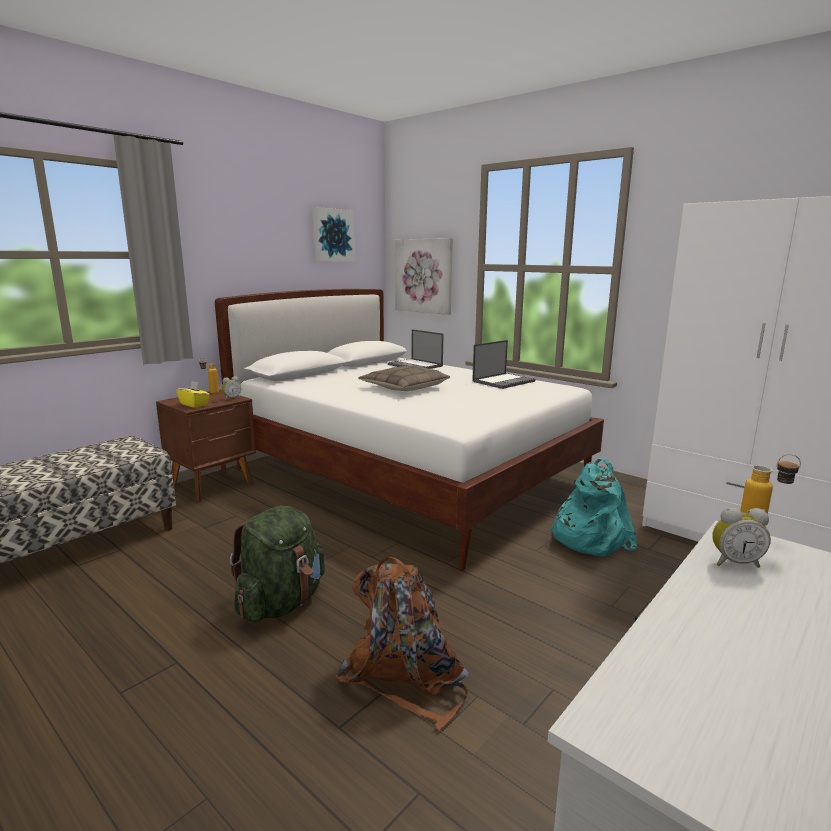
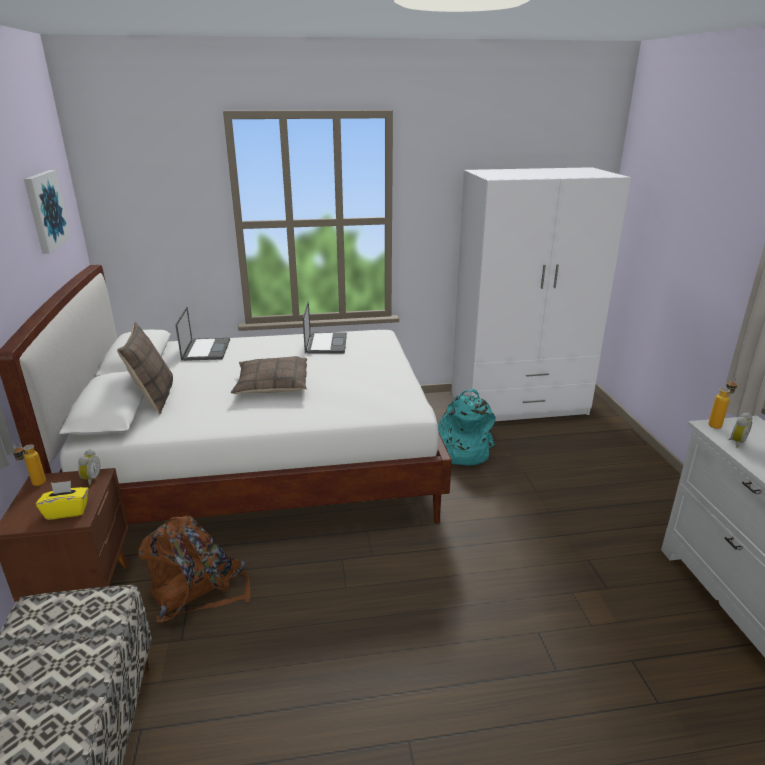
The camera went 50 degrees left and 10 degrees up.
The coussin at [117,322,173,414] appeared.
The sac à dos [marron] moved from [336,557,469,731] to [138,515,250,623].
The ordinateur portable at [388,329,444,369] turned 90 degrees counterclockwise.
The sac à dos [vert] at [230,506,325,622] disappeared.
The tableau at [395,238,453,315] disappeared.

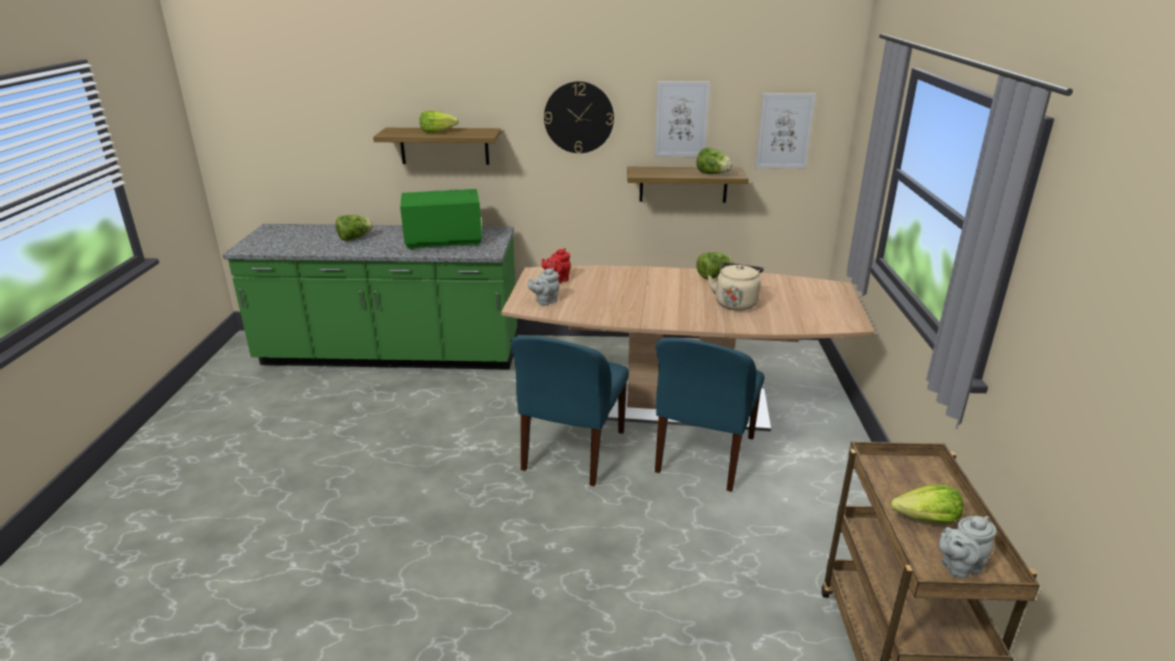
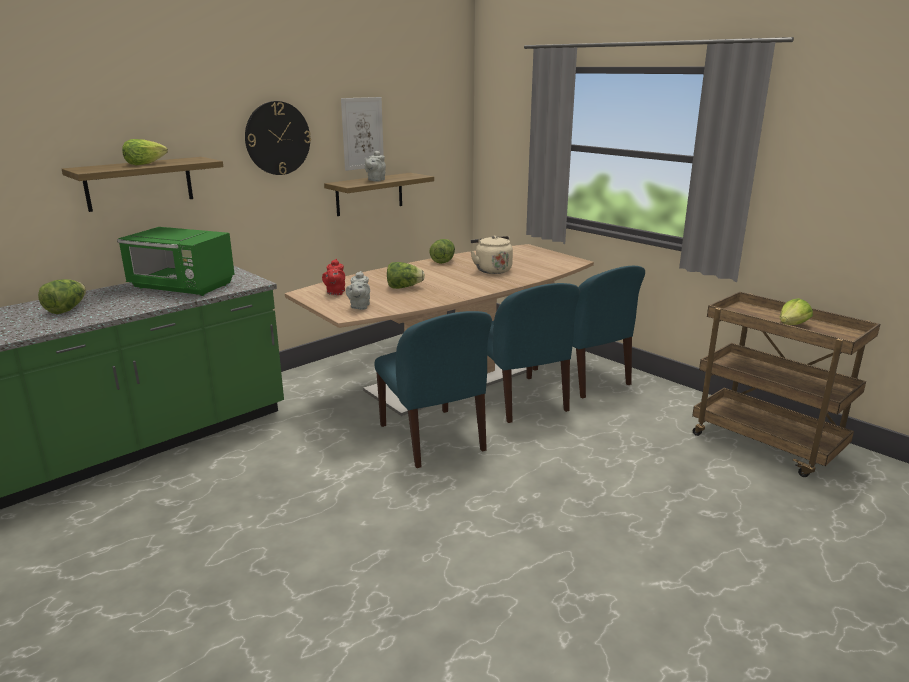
The camera went 45 degrees left and 5 degrees down.
The micro-ondes [vert] at [400,189,482,249] turned 105 degrees counterclockwise.
The théière [gris] moved from [939,516,997,579] to [365,151,386,182].
The laitue moved from [696,147,733,174] to [387,262,425,289].
The chaise [bleu] at [533,266,645,398] appeared.
The tableau at [755,93,816,169] disappeared.

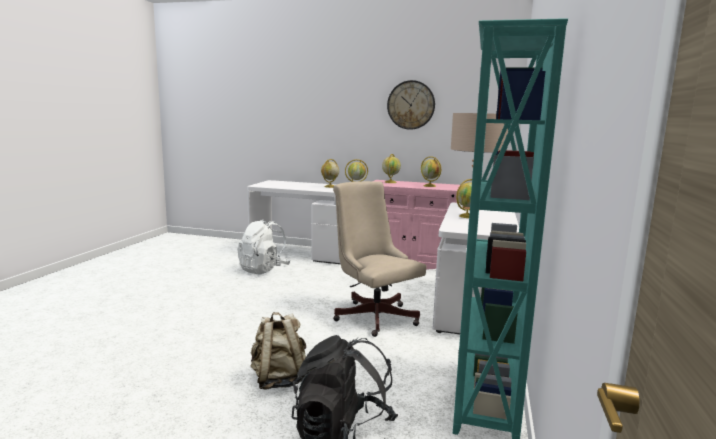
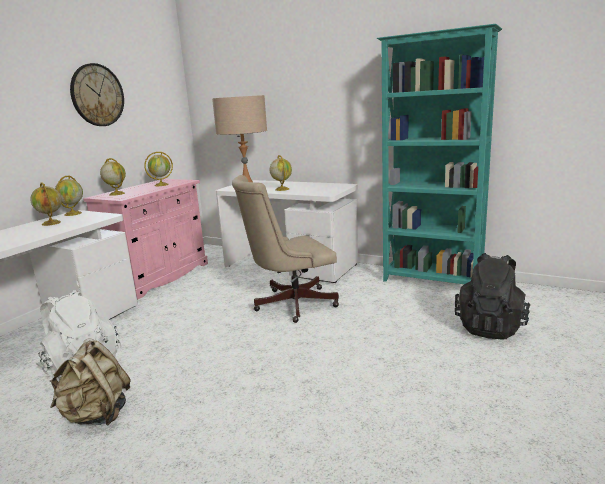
The camera went 75 degrees left and 5 degrees up.
The sac à dos [beige] moved from [251,312,306,390] to [50,339,131,425].

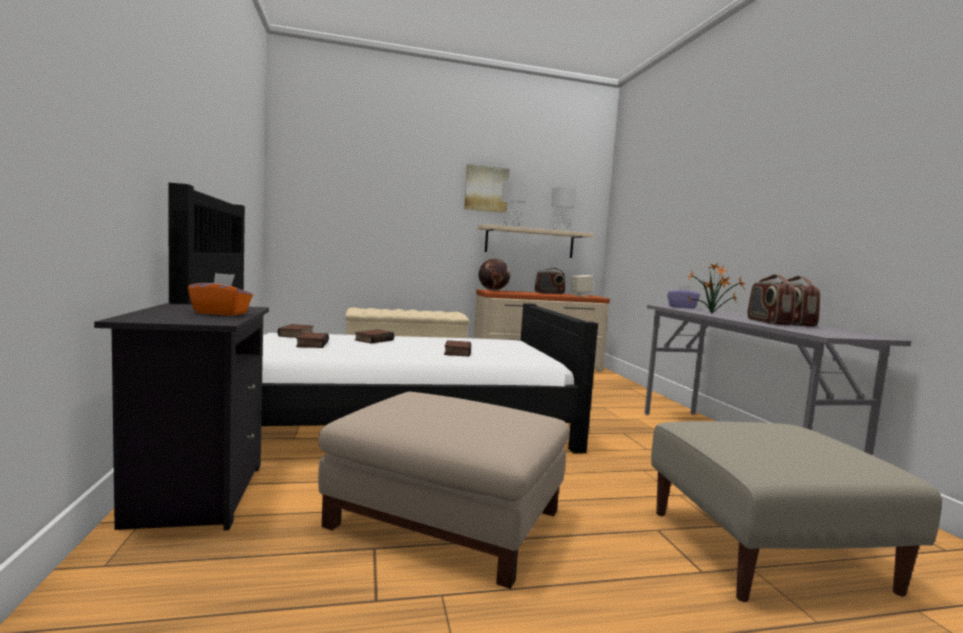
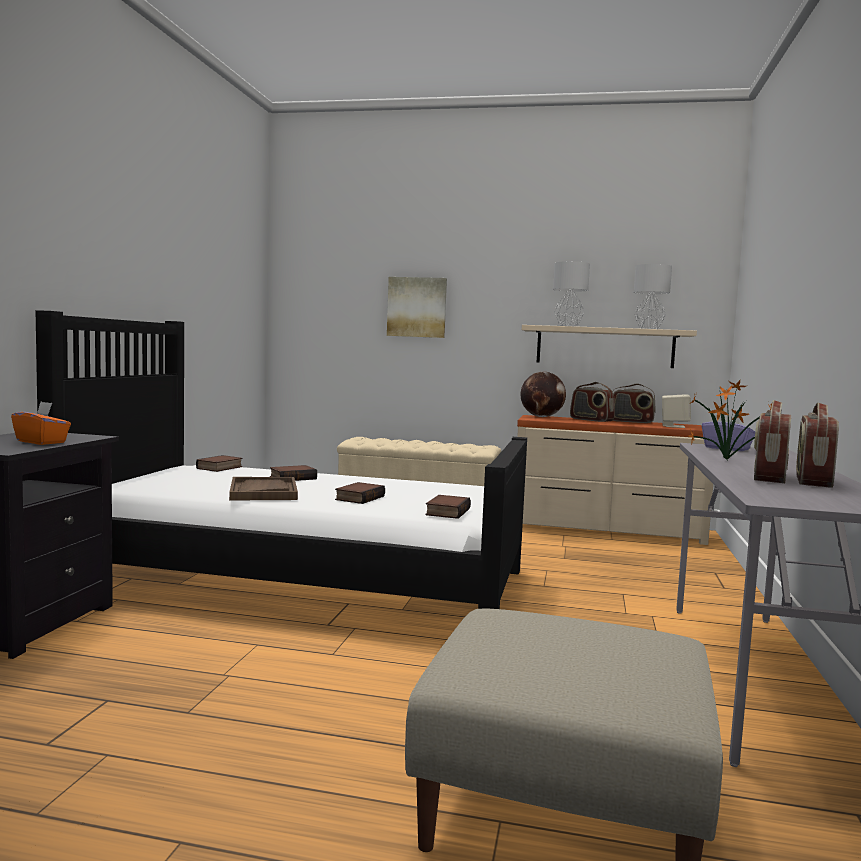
The camera went 25 degrees right and 0 degrees up.
The plateau [marron] at [229,477,298,501] appeared.
The tableau moved from [464,164,510,213] to [387,277,447,338].
The livre moved from [296,332,329,348] to [425,495,471,519].
The radio at [570,382,615,422] appeared.
The pouf [beige] at [318,392,569,589] disappeared.

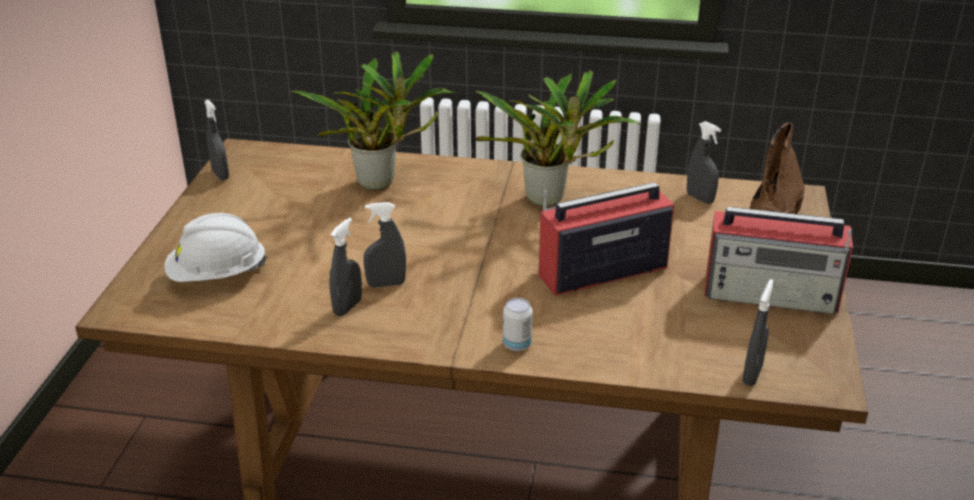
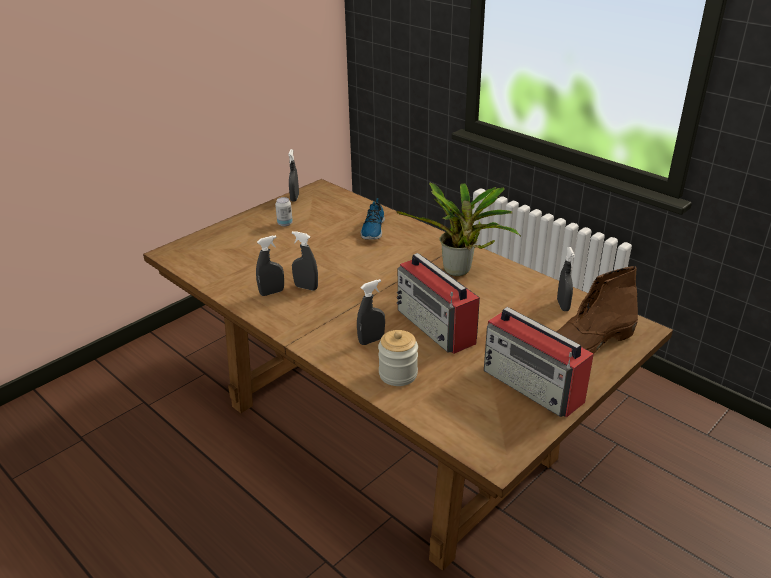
The camera went 35 degrees right and 0 degrees up.
The boîte métallique moved from [503,298,533,351] to [275,197,293,226].
The vaporisateur [gris] moved from [742,279,774,386] to [357,279,385,345].
The plante en pot at [291,52,457,190] was replaced by the chaussure at [361,198,385,240].
The bocal at [378,330,418,386] appeared.
The radio at [538,182,674,296] turned 135 degrees counterclockwise.
The casque de chantier [blanc] at [164,213,267,282] disappeared.

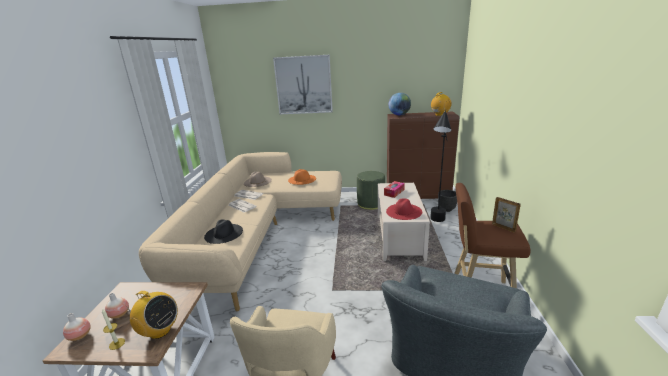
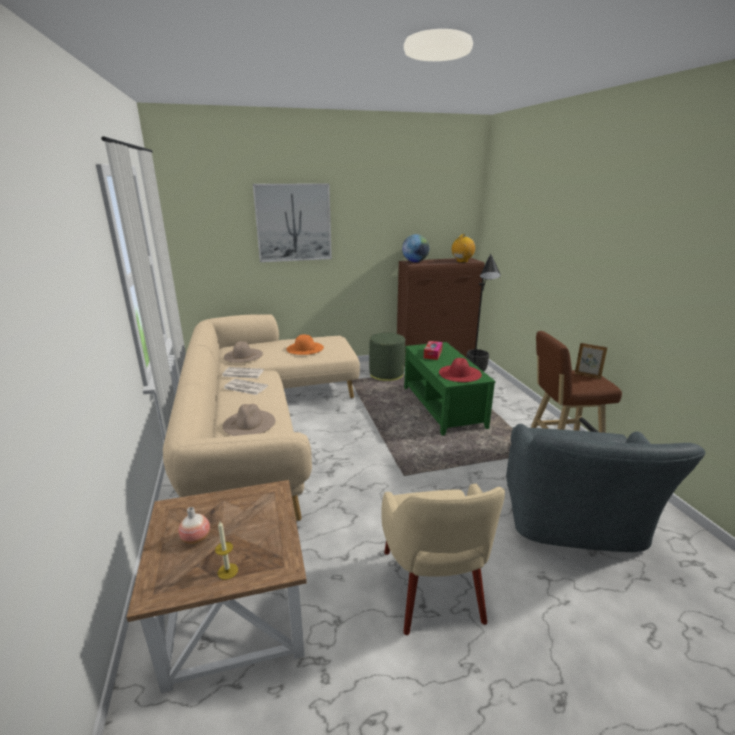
The camera went 20 degrees left and 0 degrees up.
The chapeau [noir] at [204,220,243,244] became the chapeau [beige] at [223,404,275,436].
The table basse [beige] at [378,183,430,261] became the table basse [vert] at [404,342,496,436].
The vase at [63,313,91,341] disappeared.
The radio at [126,291,178,339] disappeared.

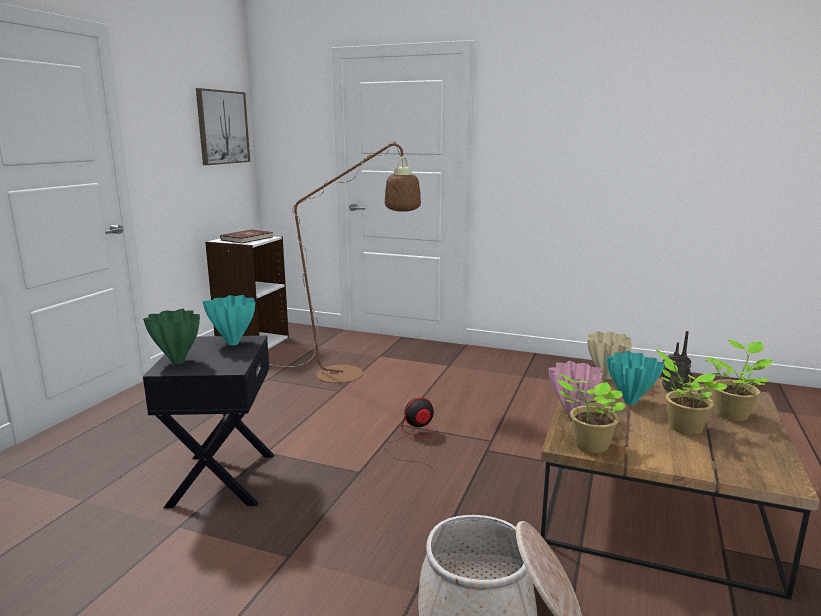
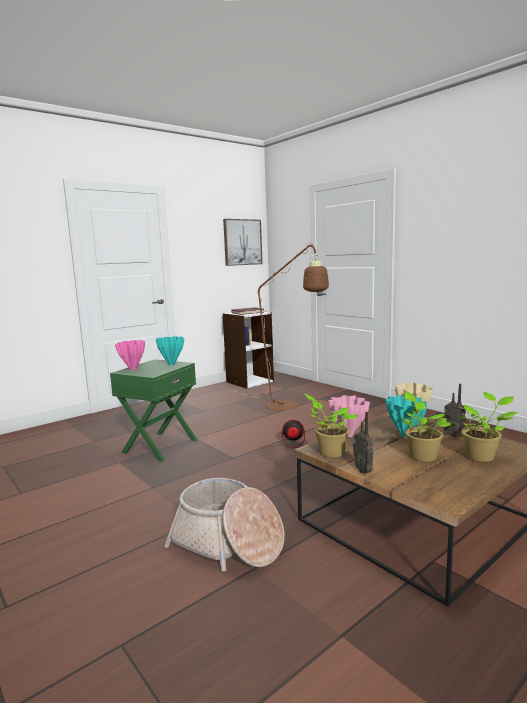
The camera went 30 degrees right and 5 degrees down.
The table d'appoint [noir] at [143,336,274,508] became the table d'appoint [vert] at [110,359,197,462].
The vase [vert] at [143,309,200,364] became the vase [rose] at [115,340,145,370].
The radio at [353,412,376,474] appeared.

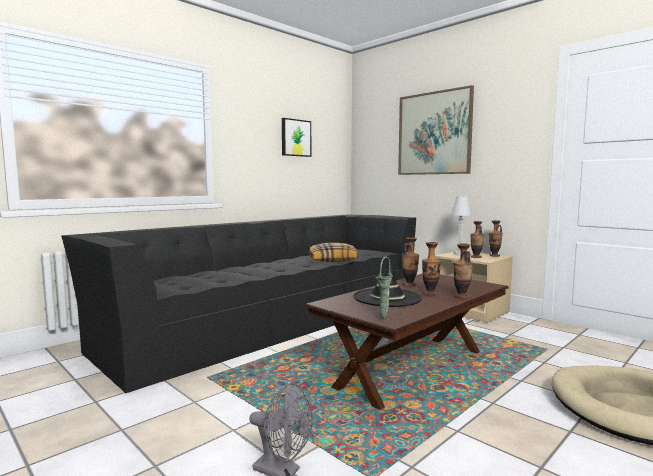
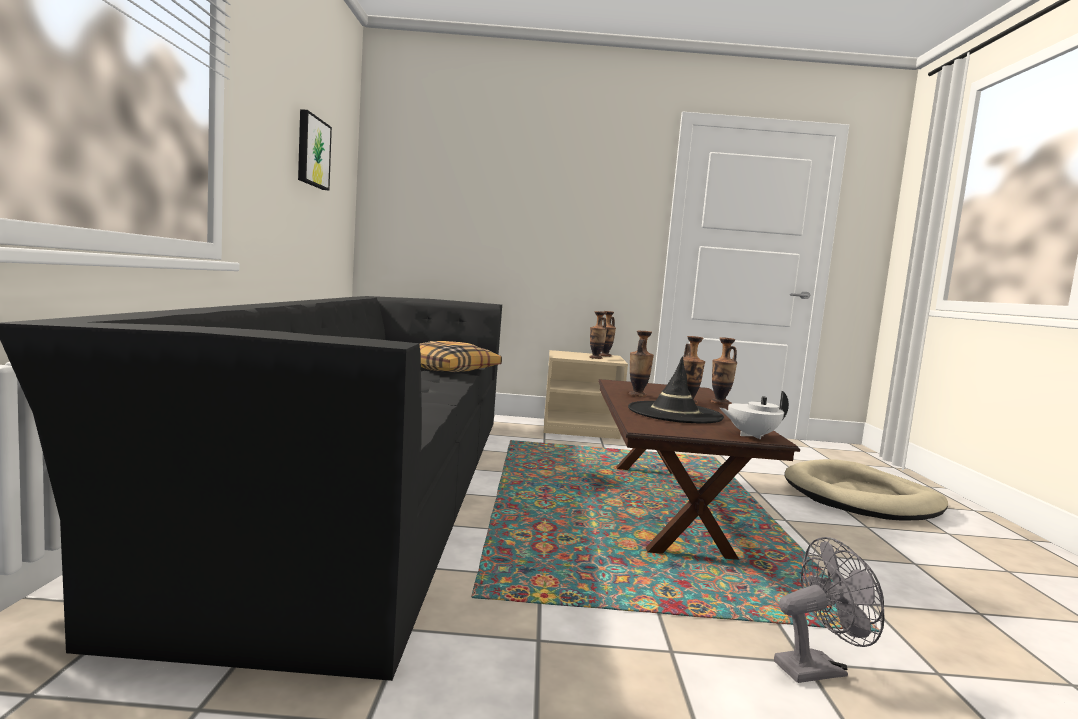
The camera went 45 degrees left and 0 degrees up.
The vase [vert] at [376,257,393,319] was replaced by the théière [blanc] at [720,391,789,439].
The tableau at [398,85,474,175] disappeared.
The lampe de table [blanc] at [451,196,472,255] disappeared.

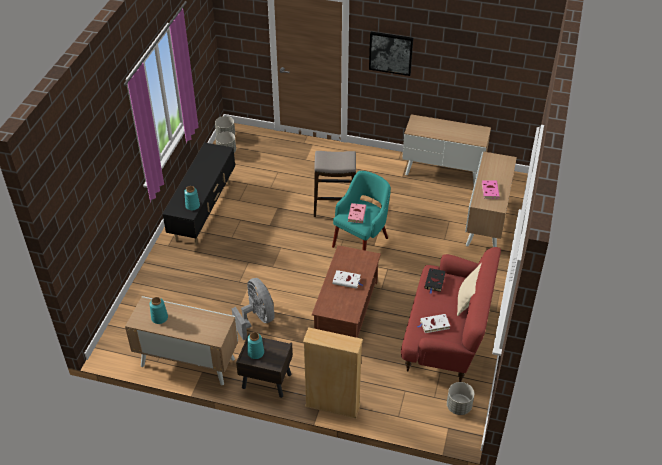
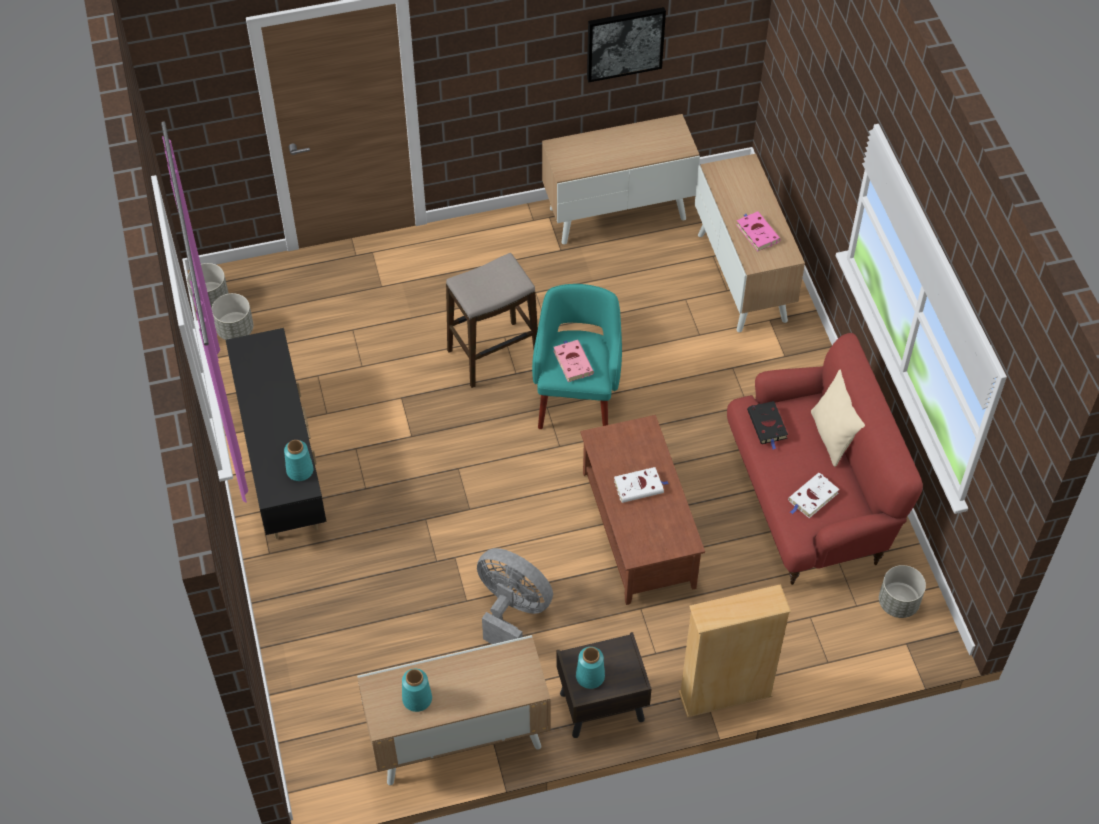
The camera went 30 degrees left and 10 degrees up.
The tableau moved from [369,32,413,76] to [587,7,666,83].

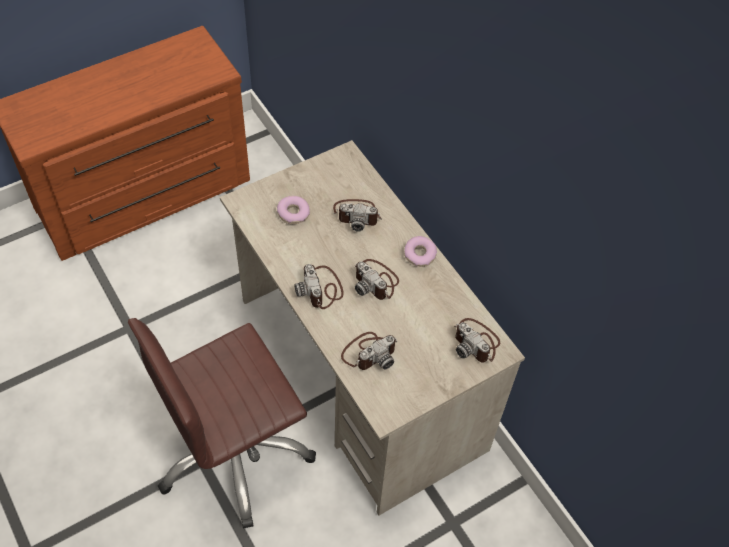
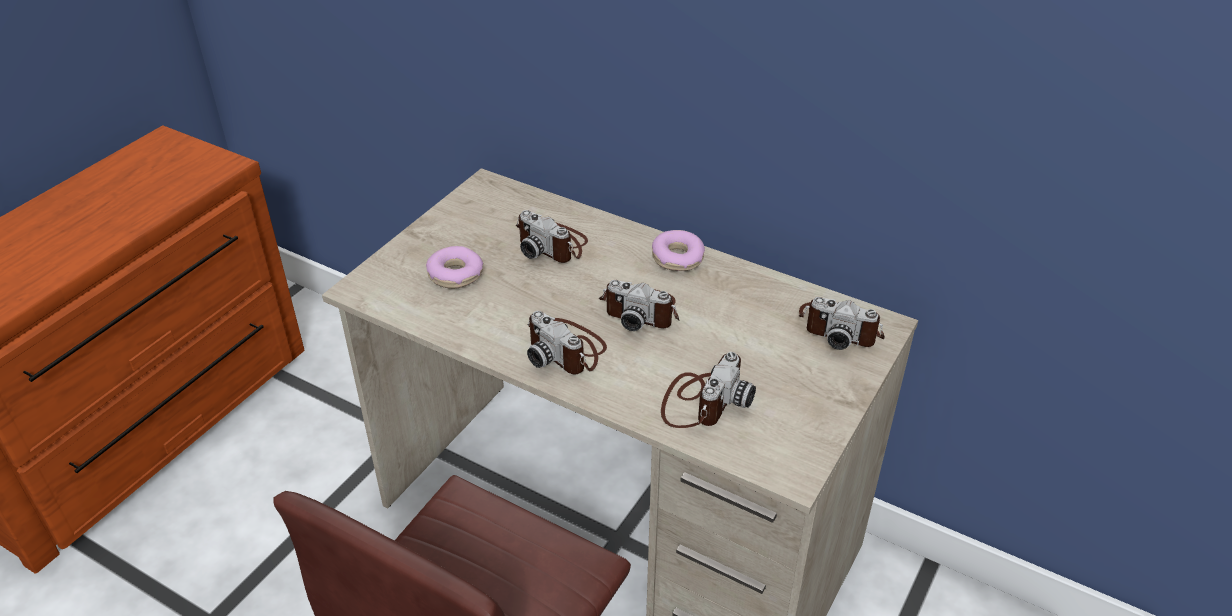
The camera went 25 degrees left and 15 degrees down.
The appareil photo at [333,199,382,232] turned 60 degrees clockwise.

